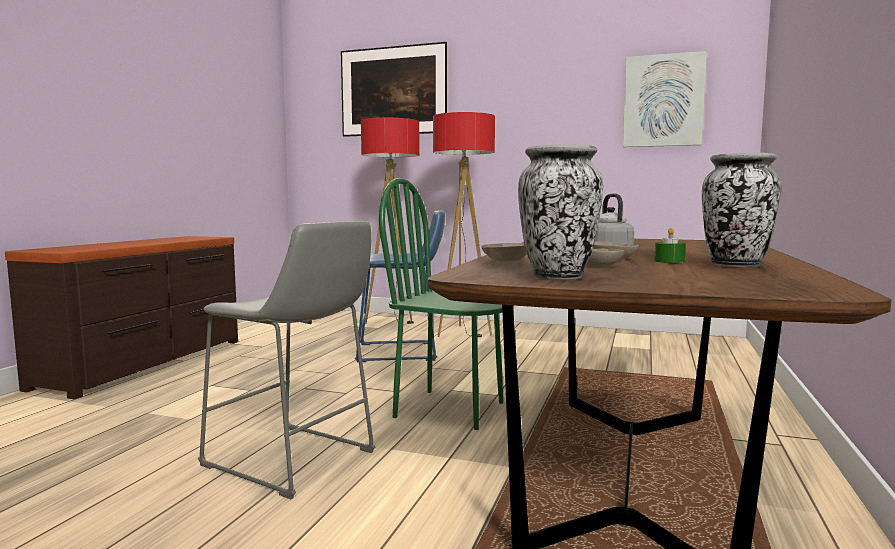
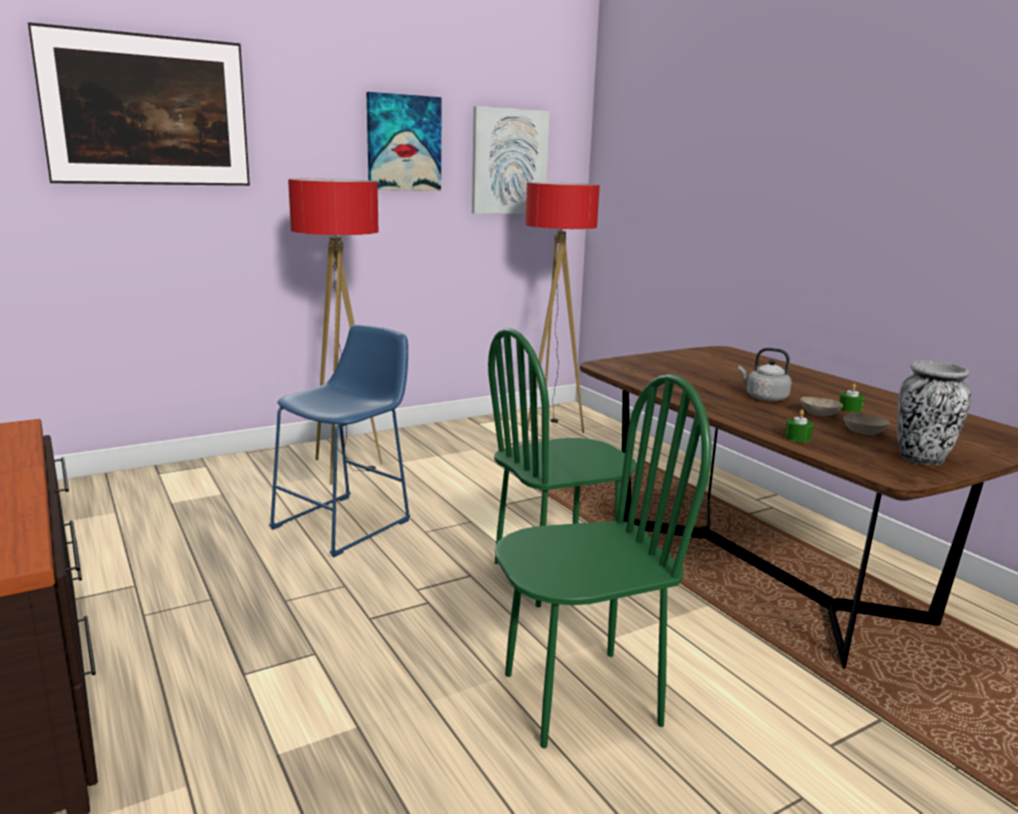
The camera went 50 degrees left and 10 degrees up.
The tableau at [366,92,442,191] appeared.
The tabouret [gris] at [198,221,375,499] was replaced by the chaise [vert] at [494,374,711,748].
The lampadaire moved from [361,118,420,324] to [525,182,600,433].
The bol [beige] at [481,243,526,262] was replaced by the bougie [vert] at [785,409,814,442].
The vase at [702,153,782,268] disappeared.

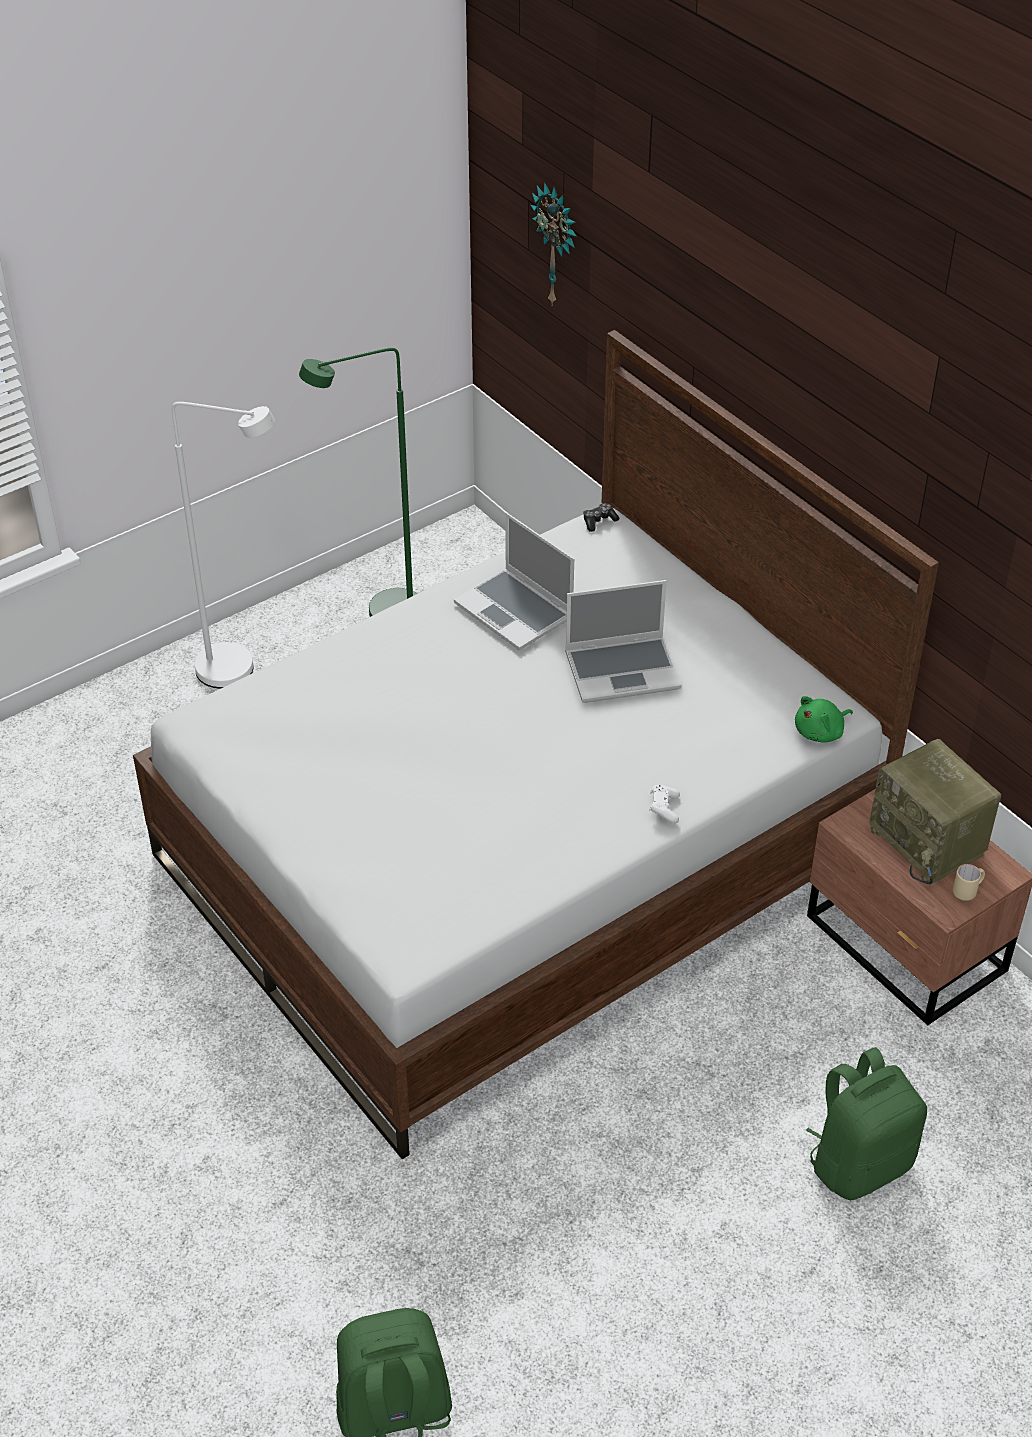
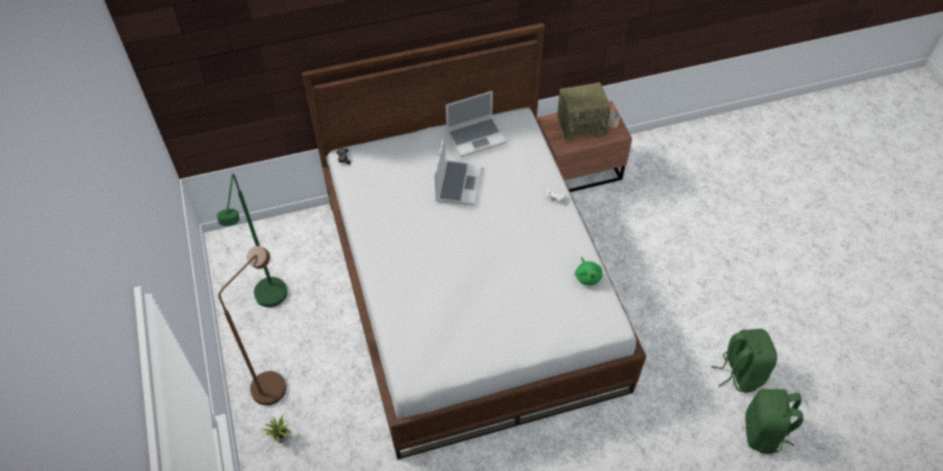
The camera went 70 degrees left and 10 degrees up.
The lampadaire [blanc] at [172,402,275,689] became the lampadaire [marron] at [218,246,286,405].
The plante en pot at [260,413,292,443] appeared.
The ordinateur portable moved from [454,513,574,650] to [446,91,507,157].
The peluche [vert] moved from [795,696,853,743] to [575,257,603,285].
The sac à dos [vert] moved from [806,1047,927,1200] to [711,329,777,393].
The horloge murale at [531,182,577,304] disappeared.

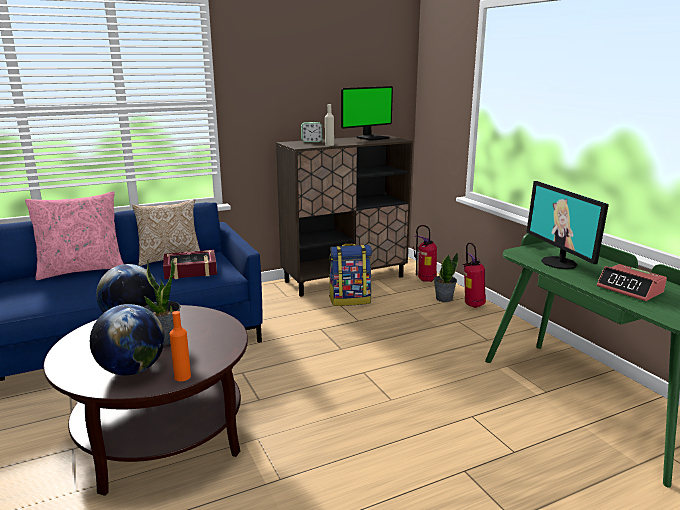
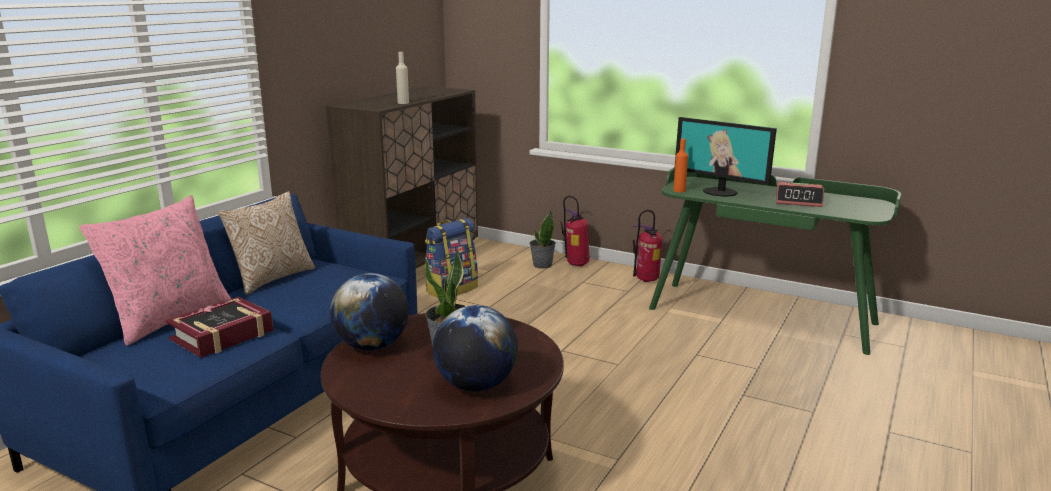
The camera went 35 degrees left and 0 degrees up.
The livre moved from [163,250,217,279] to [166,297,273,358].
The extincteur moved from [413,225,437,282] to [632,210,663,282].
The bouteille [orange] moved from [170,311,191,381] to [673,139,688,192].
The réveil at [301,122,322,142] disappeared.
The écran d'ordinateur at [341,86,393,141] disappeared.

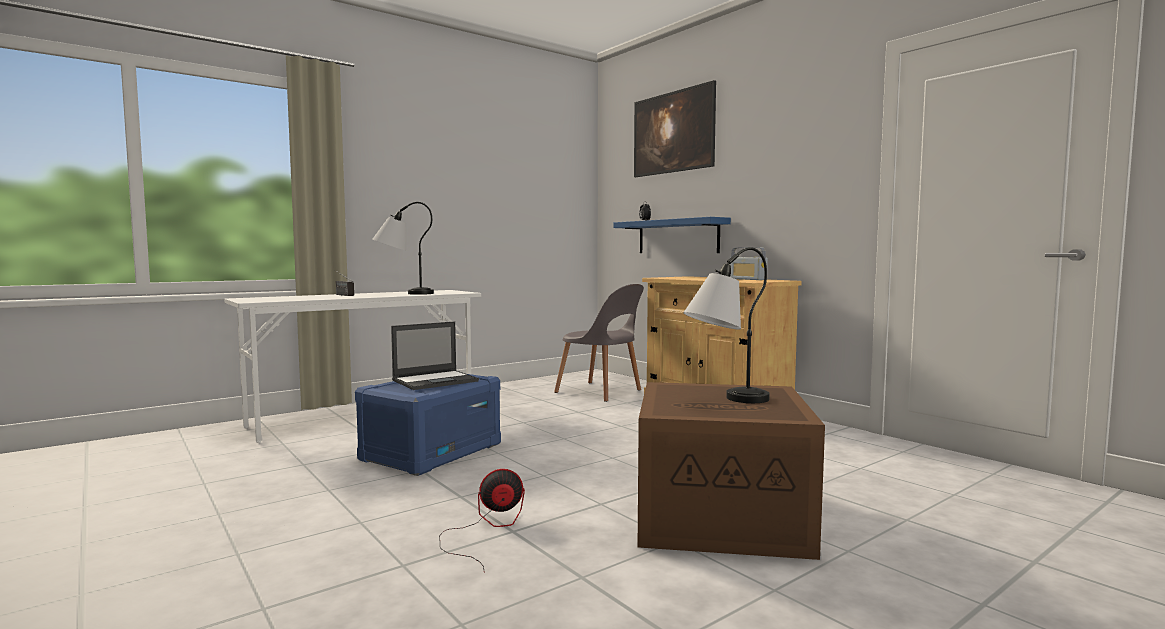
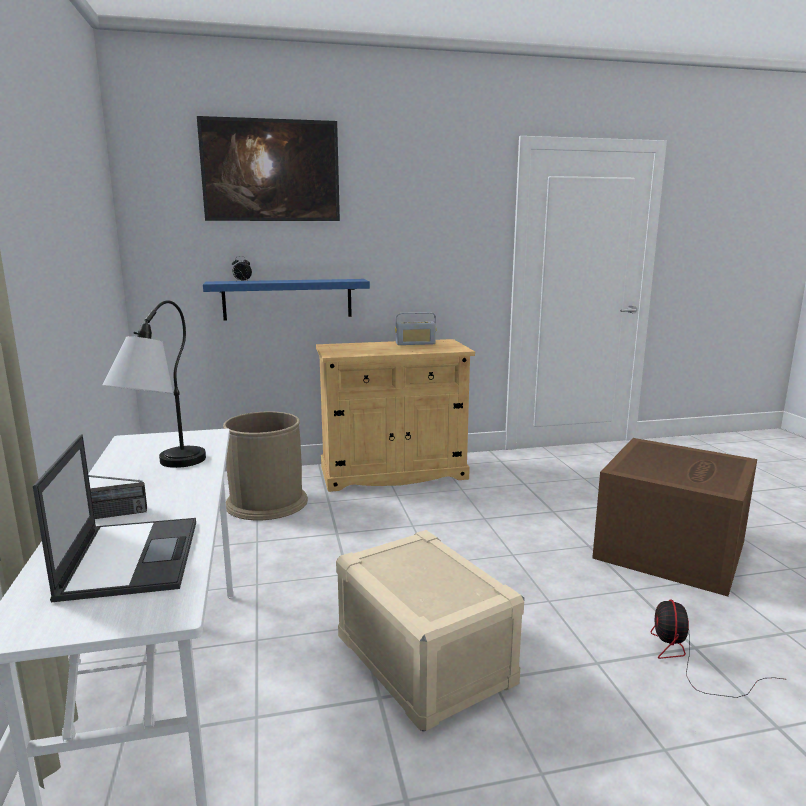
The camera went 65 degrees left and 10 degrees up.
The ordinateur portable moved from [391,321,479,390] to [33,434,196,602].
The chaise [gris] at [554,284,644,402] was replaced by the poubelle [marron] at [223,412,308,520].
The boîte de rangement [bleu] at [355,374,501,476] became the boîte de rangement [beige] at [336,530,525,732].
The lampe de table at [683,247,770,403] disappeared.

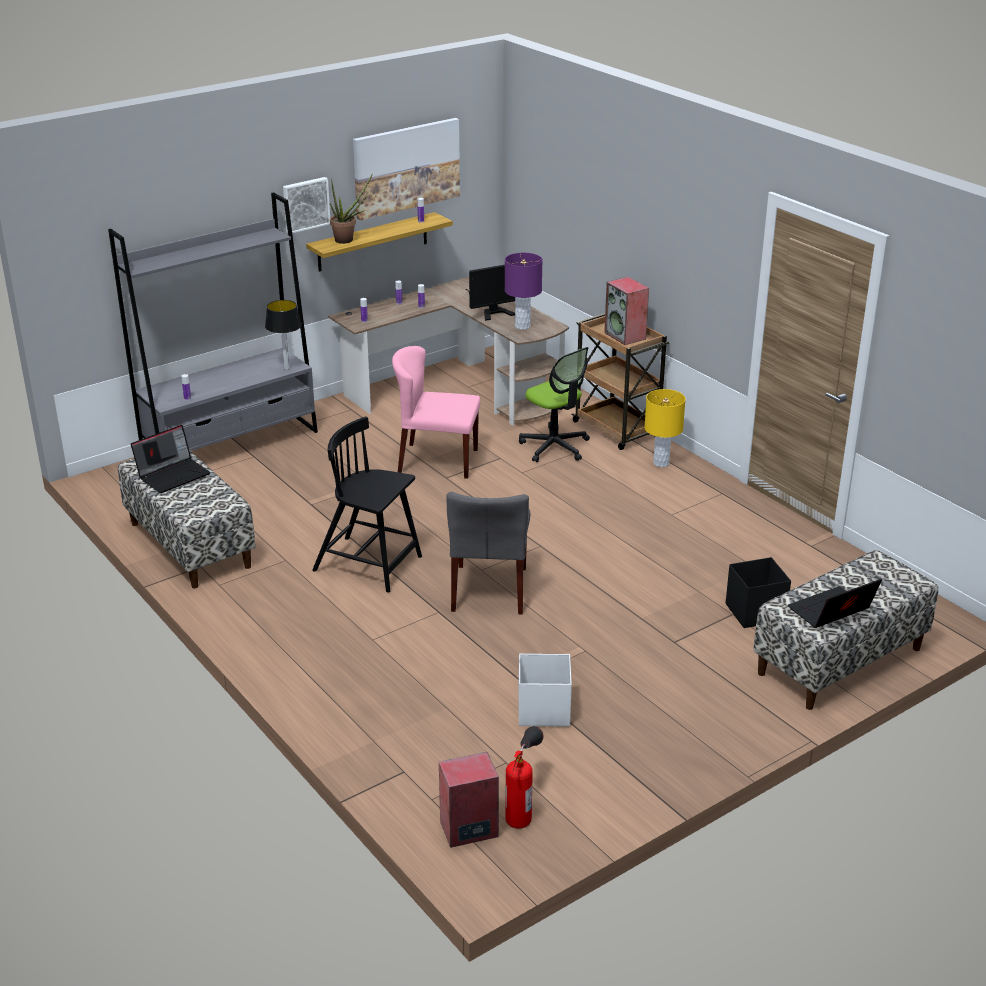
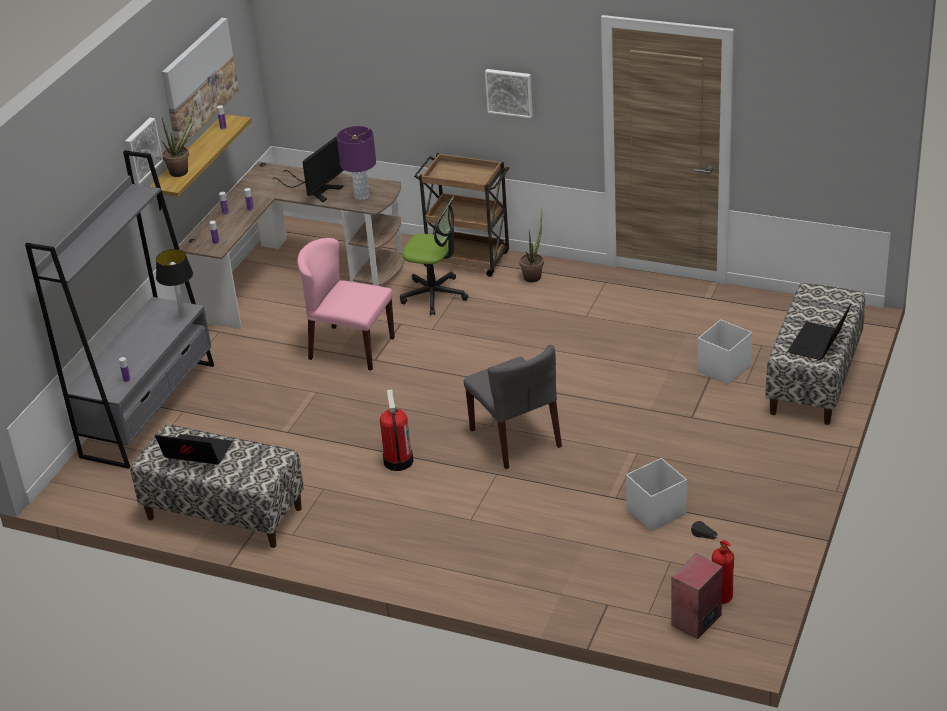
The camera went 30 degrees left and 5 degrees up.
The ordinateur portable at [131,425,210,493] turned 90 degrees counterclockwise.
The chaise [rose] at [392,346,480,479] turned 45 degrees clockwise.
The chaise [noir] at [312,416,422,593] was replaced by the extincteur at [380,389,413,471].
The tableau at [485,69,533,118] appeared.
The lampe de table [jaune] at [644,389,686,467] was replaced by the plante en pot at [519,208,544,282].
The boîte de rangement [noir] at [726,557,791,628] became the boîte de rangement [blanc] at [697,320,752,384].
The enceinte at [604,277,649,345] disappeared.

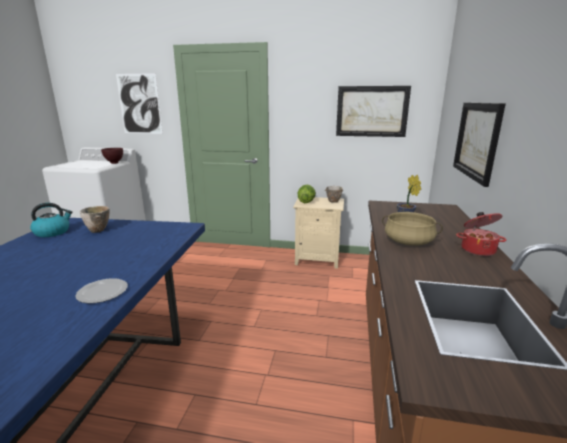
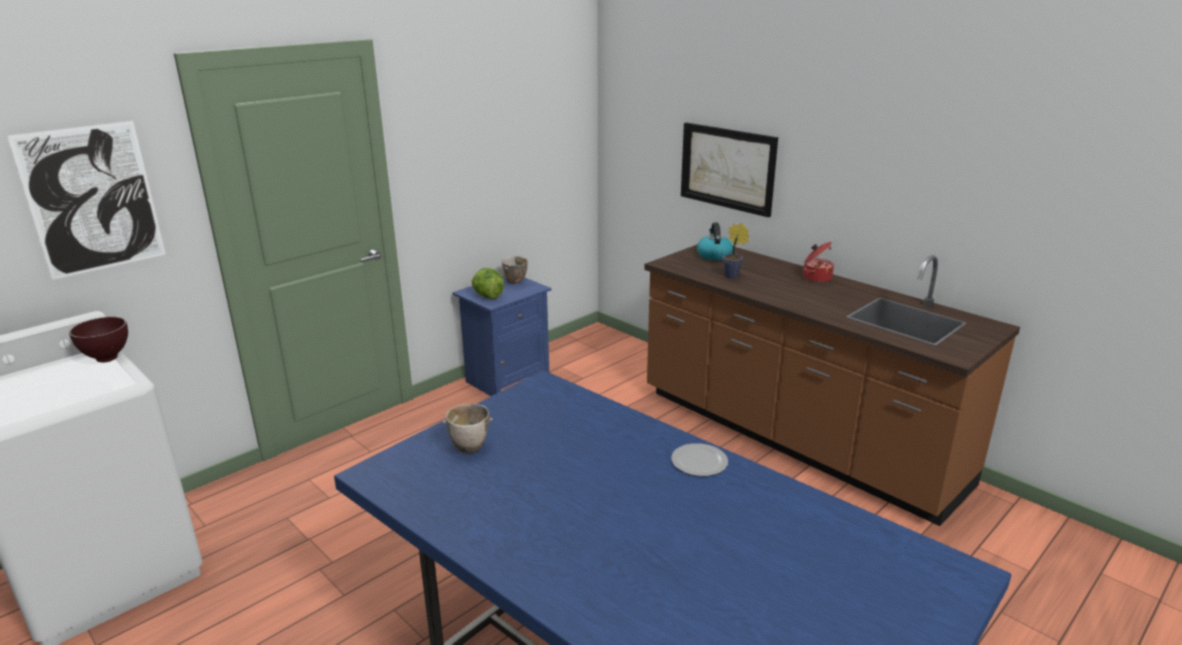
The camera went 55 degrees left and 5 degrees up.
The table de chevet [beige] at [293,197,344,269] became the table de chevet [bleu] at [452,276,551,396].
The bouilloire moved from [30,203,73,237] to [697,222,733,260].
The tableau at [336,86,411,137] disappeared.
The marmite [beige] at [382,212,443,246] disappeared.

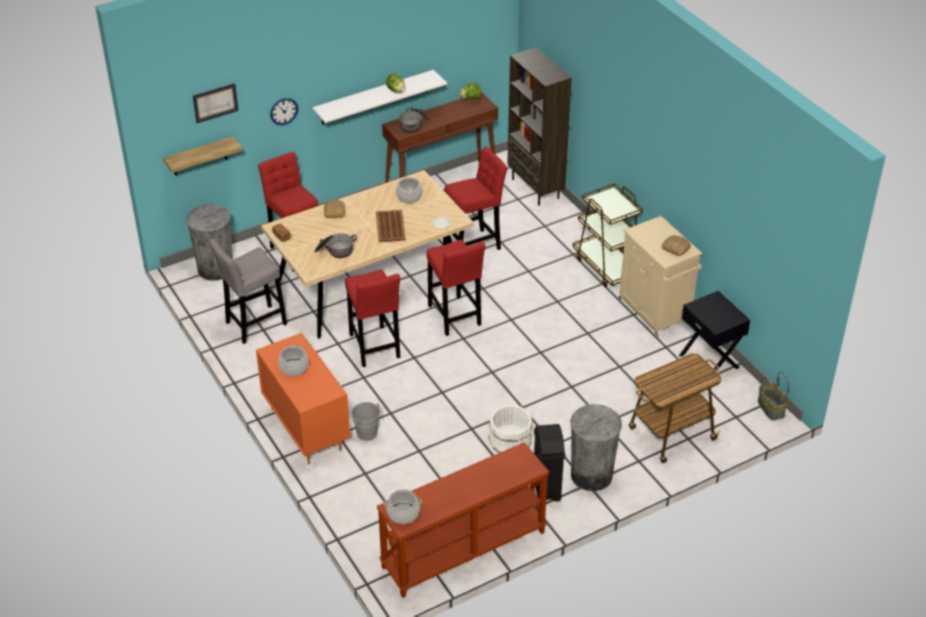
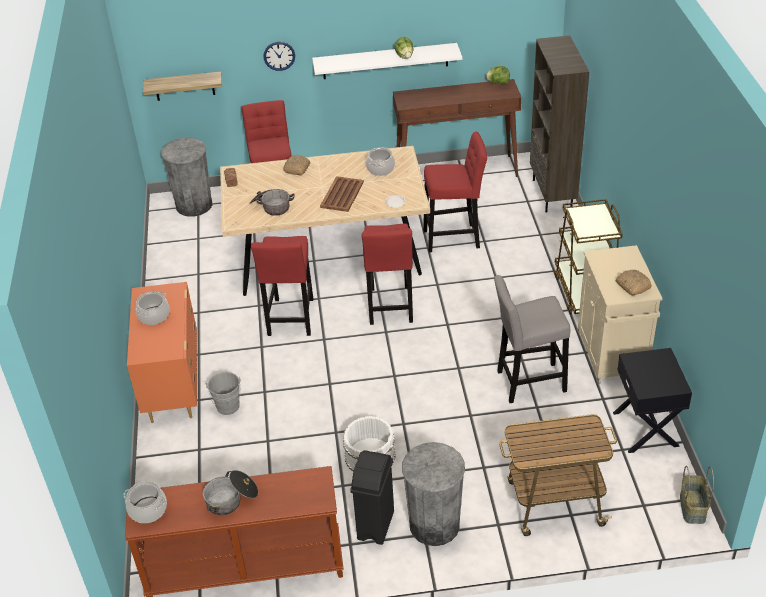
The camera went 25 degrees right and 0 degrees up.
The marmite moved from [399,107,428,133] to [203,470,258,515].
The tabouret [gris] moved from [209,239,287,344] to [494,275,570,403].
The tableau at [193,83,239,123] disappeared.

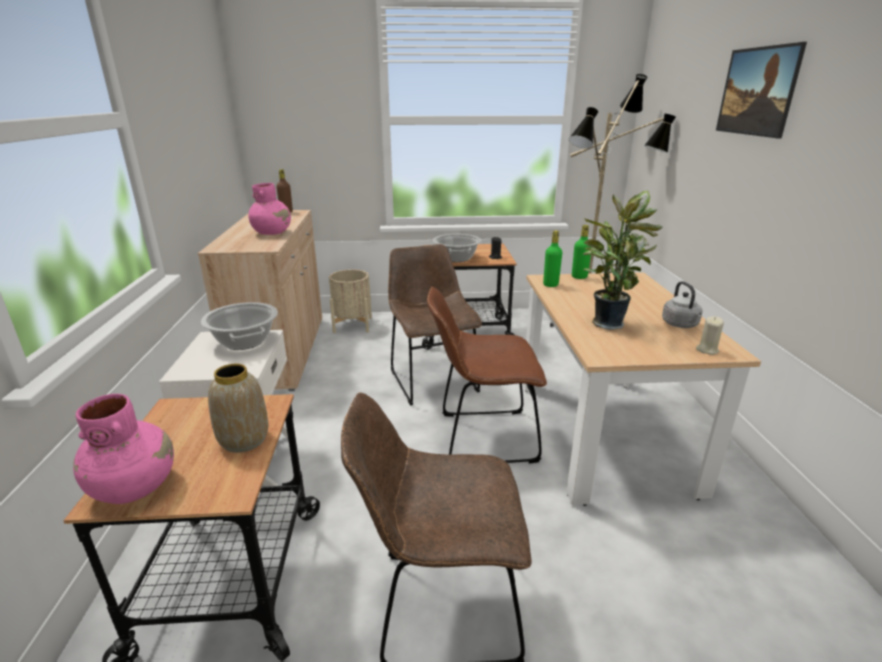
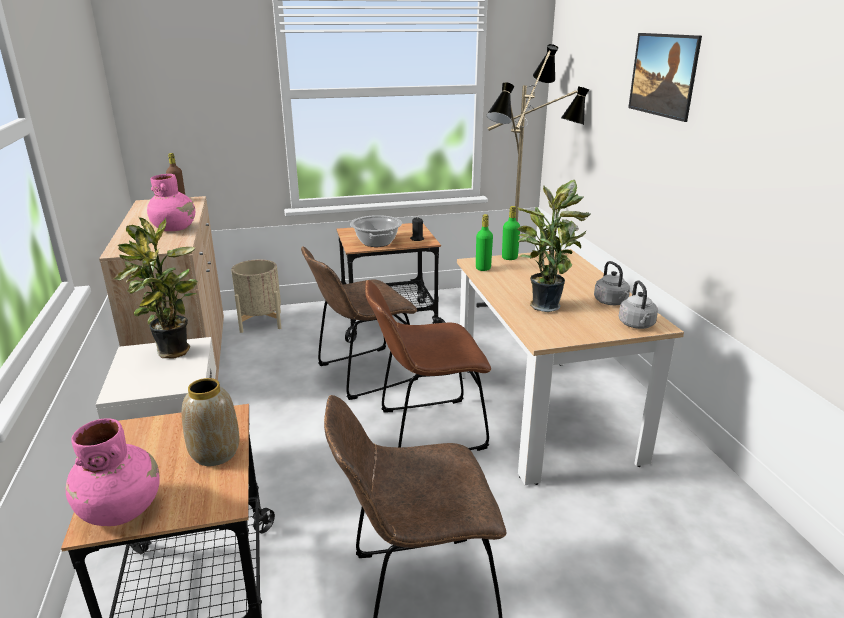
The camera went 10 degrees left and 0 degrees up.
The marmite at [201,302,278,350] was replaced by the plante en pot at [113,217,198,358].
The chaise [marron] at [388,244,482,405] turned 90 degrees counterclockwise.
The bougie [beige] at [696,316,724,355] was replaced by the bouilloire [gris] at [619,280,658,329].

